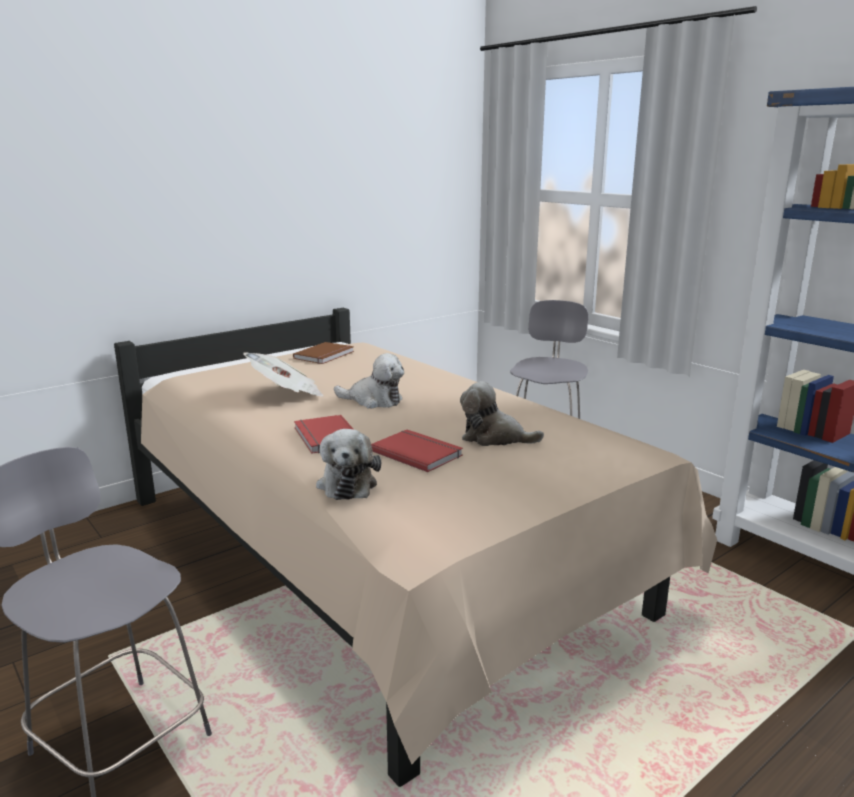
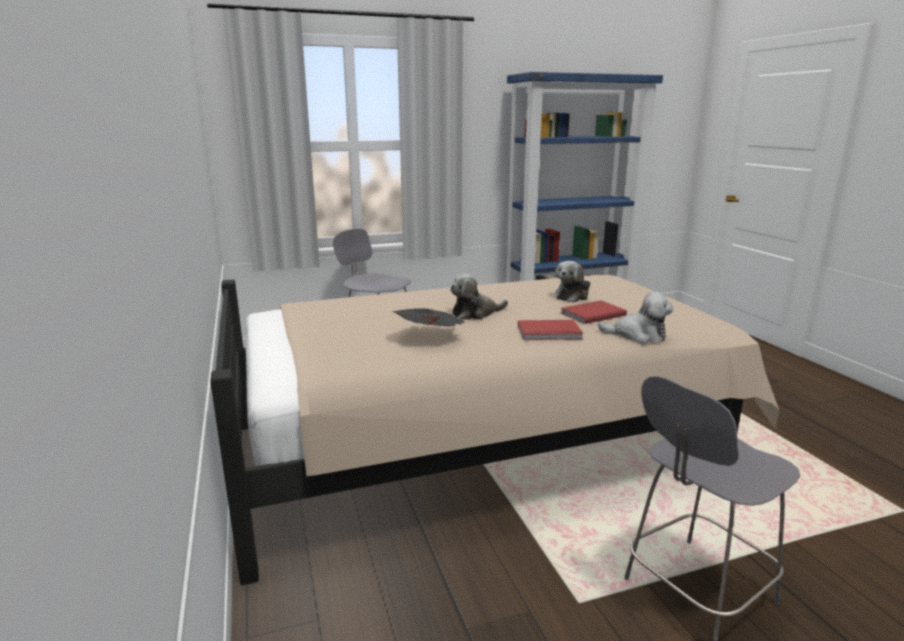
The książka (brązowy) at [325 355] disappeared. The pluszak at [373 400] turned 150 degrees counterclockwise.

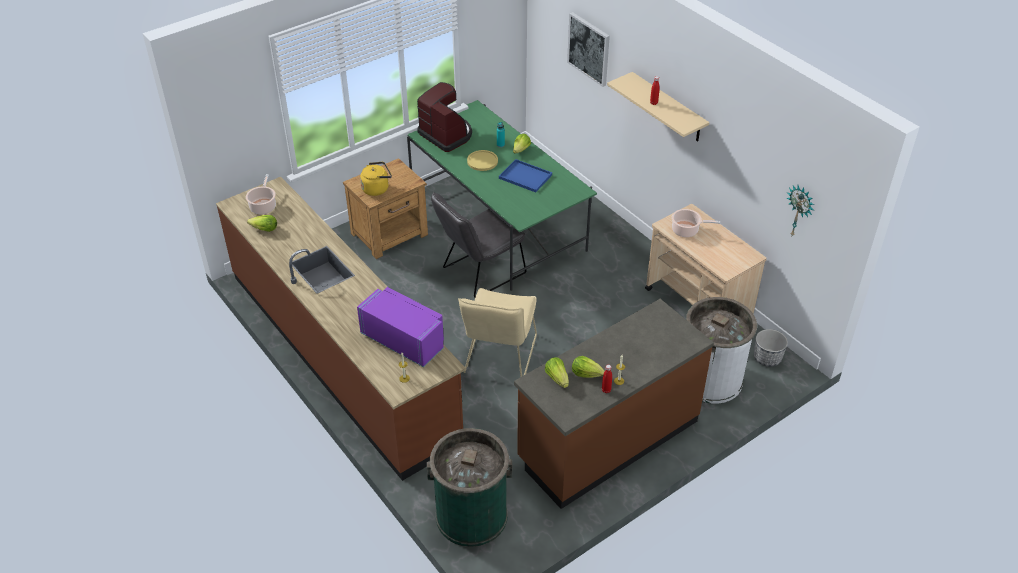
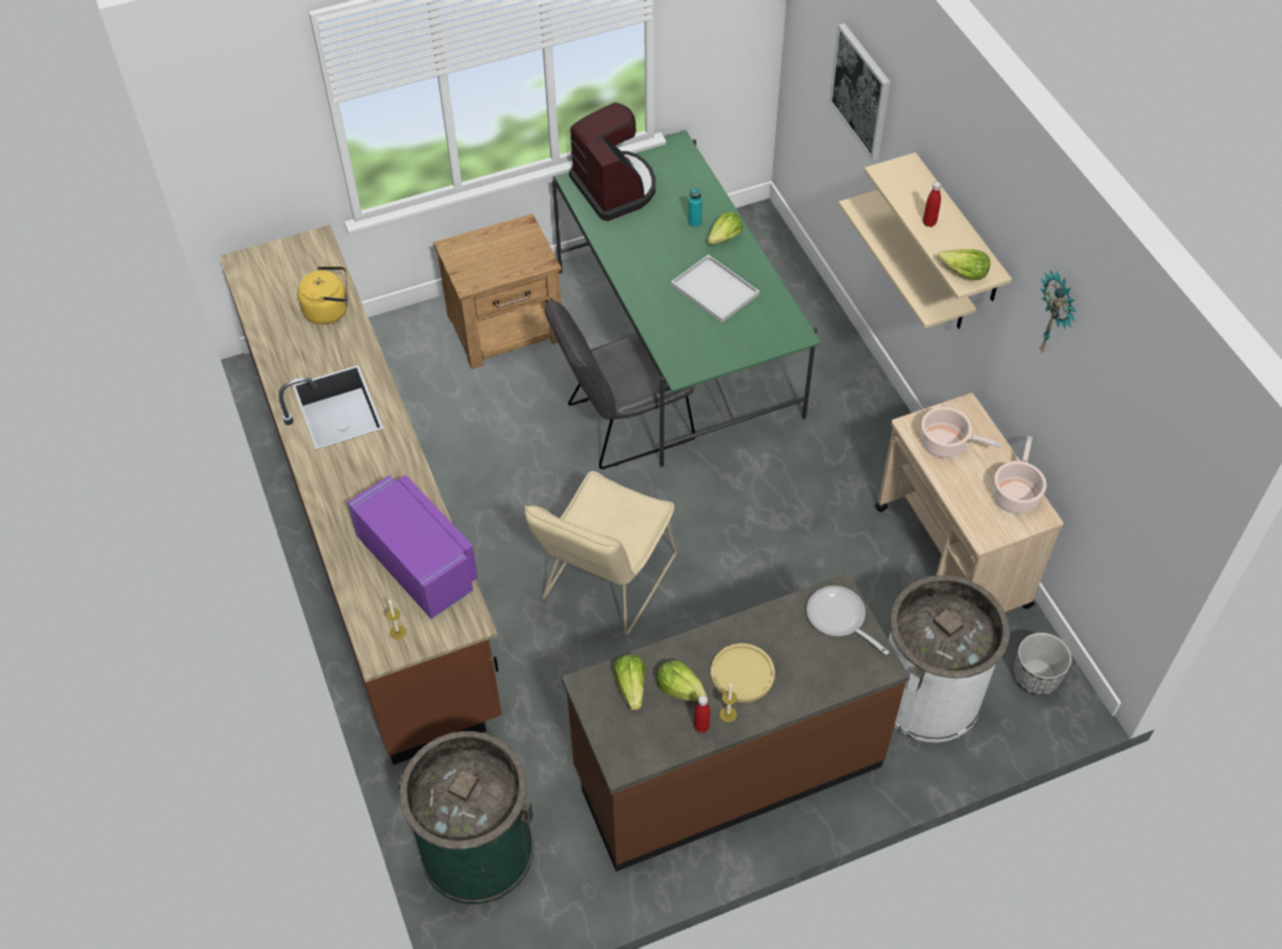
The garnek moved from [263 206] to [1015 494]. The sałata moved from [264 229] to [963 273]. The czajnik (żółty) moved from [377 188] to [330 310]. The talerz (żółty) moved from [482 161] to [742 674]. The taca (niebieski) at [526 176] became the taca (biały) at [716 290]. The zegar ścienny moved from [799 211] to [1056 315]. The patelnia at [839 619] appeared. The półka (beżowy) at [927 262] appeared.

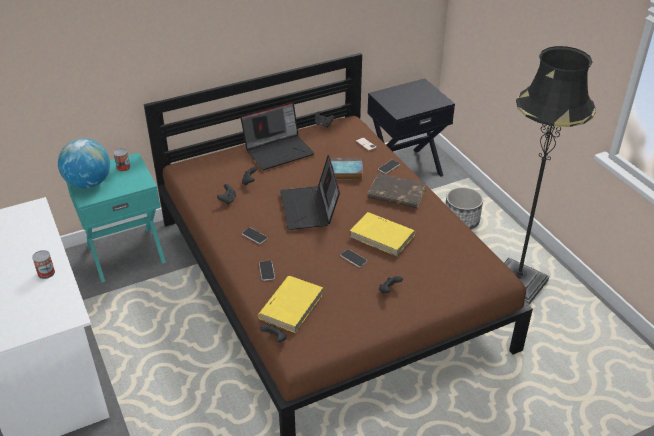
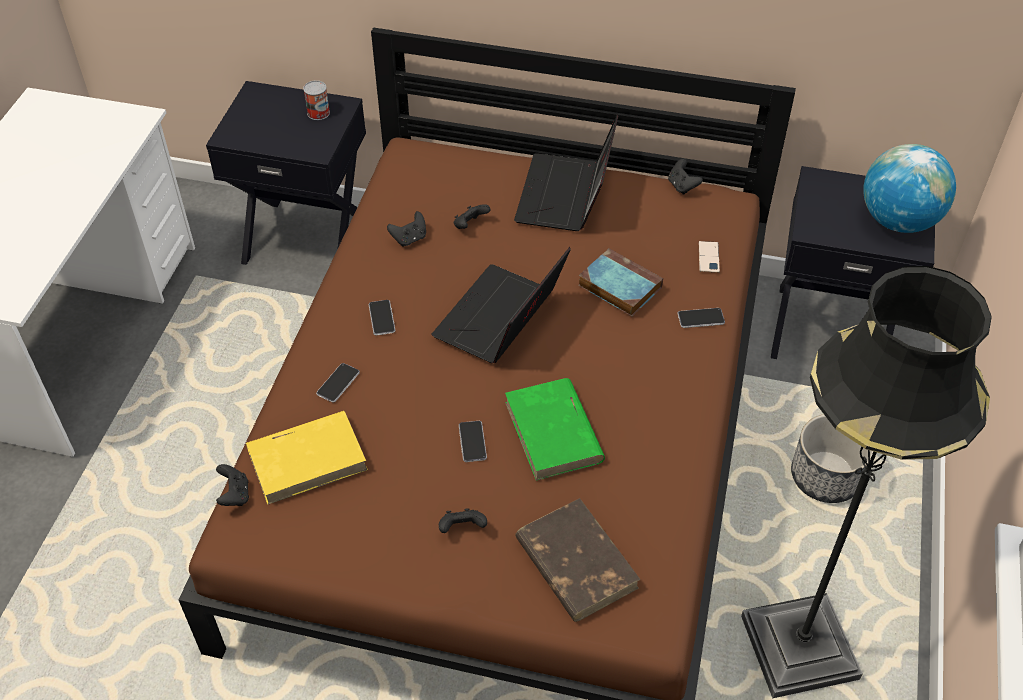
The puszka at [46 273] disappeared. The globus moved from [88 183] to [898 220]. The szafka nocna (turkusowy) at [125 253] became the szafka nocna (czarny) at [307 238]. The laptop at [279 150] turned 90 degrees clockwise. The książka (żółty) at [382 236] became the książka (zielony) at [554 433]. The książka (brązowy) moved from [396 194] to [575 562].

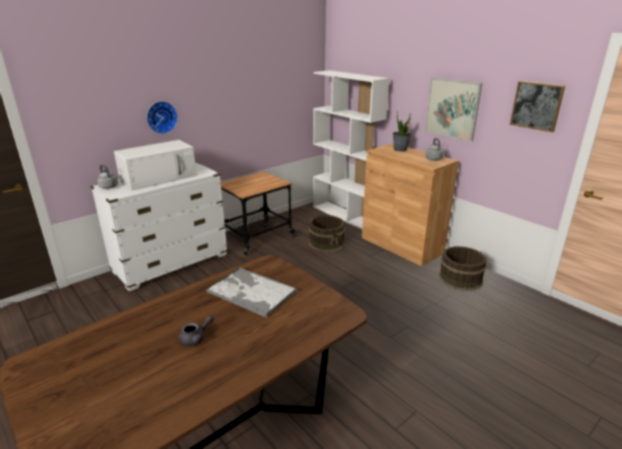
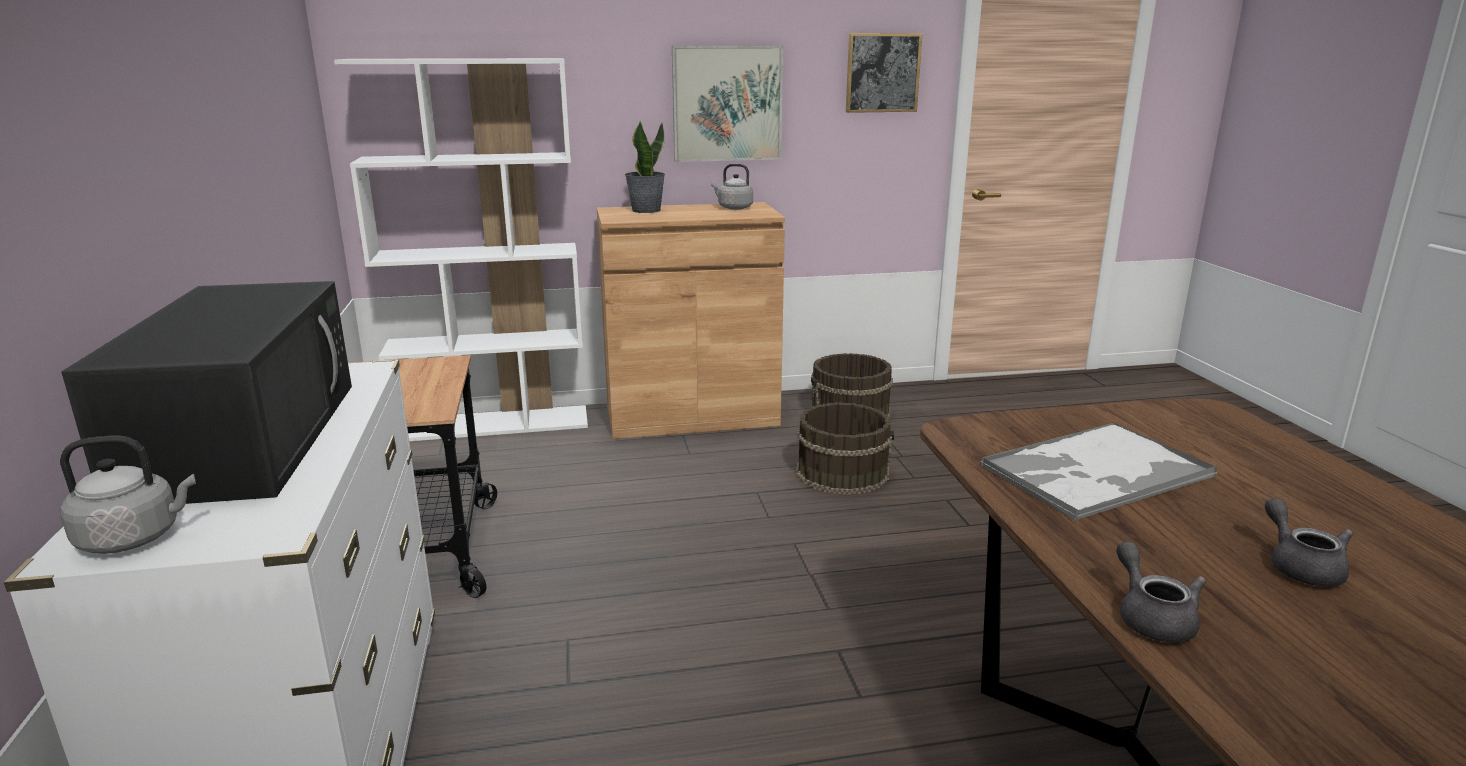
The mikrofalówka (biały) at [159 177] became the mikrofalówka (czarny) at [245 436]. The zegar ścienny at [161 117] disappeared. The wiadro (brązowy) moved from [326 243] to [842 472]. The imbryk (szary) at [1151 617] appeared.

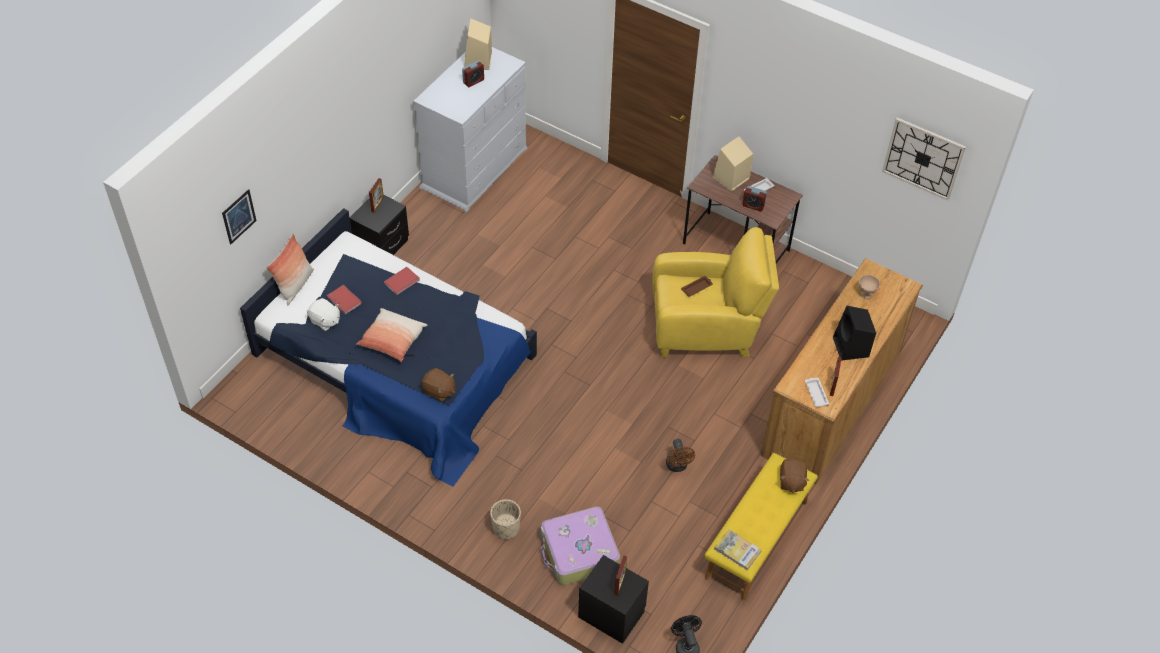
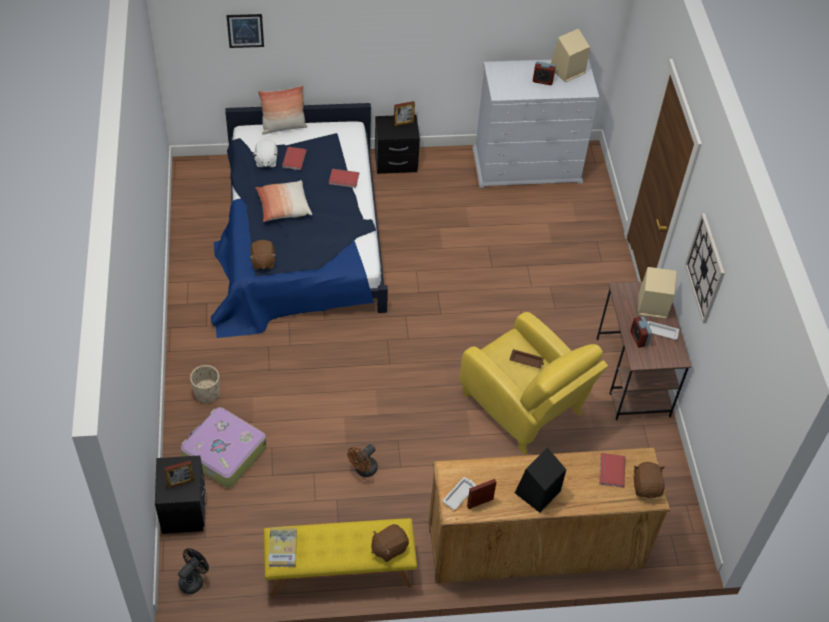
The miska (beżowy) at [866 294] was replaced by the książka (czerwony) at [610 471]. The zegar ścienny moved from [923 158] to [705 268]. The pluszak (brązowy) at [646 487] appeared.

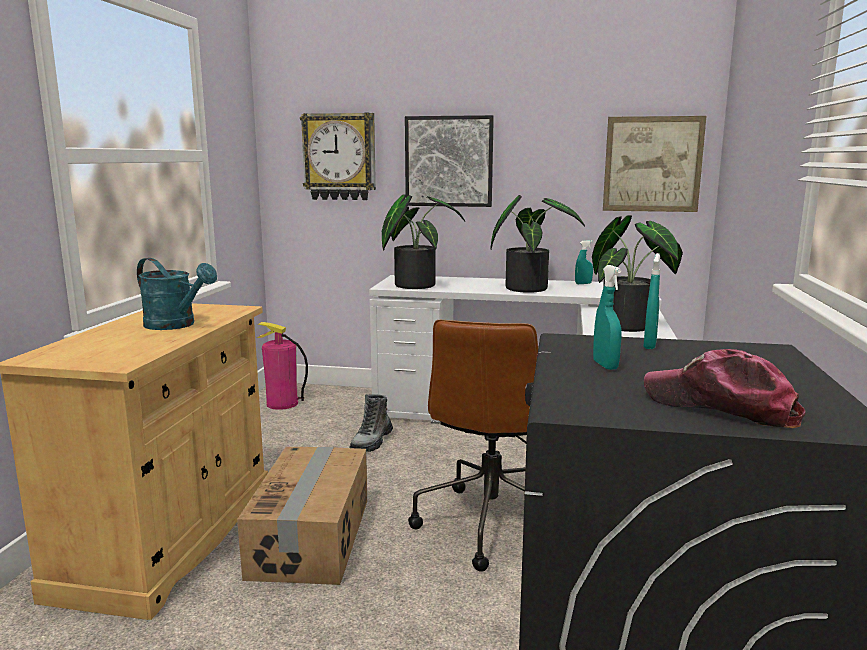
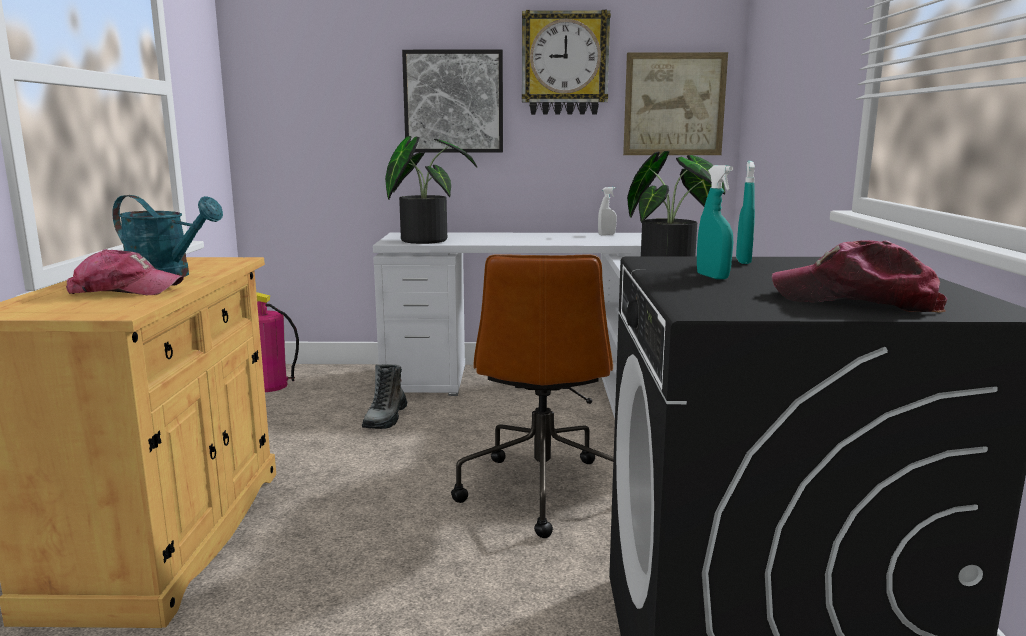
The karton at [312 536] disappeared. The zegar ścienny moved from [339 157] to [564 63]. The roślina doniczkowa at [529 288] disappeared. The spryskiwacz (turkusowy) at [583 283] became the spryskiwacz (biały) at [606 234]. The czapka z daszkiem at [125 290] appeared.

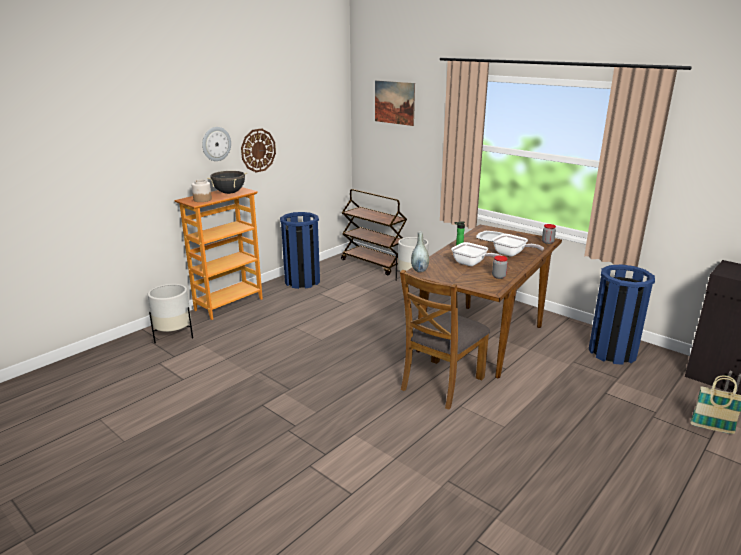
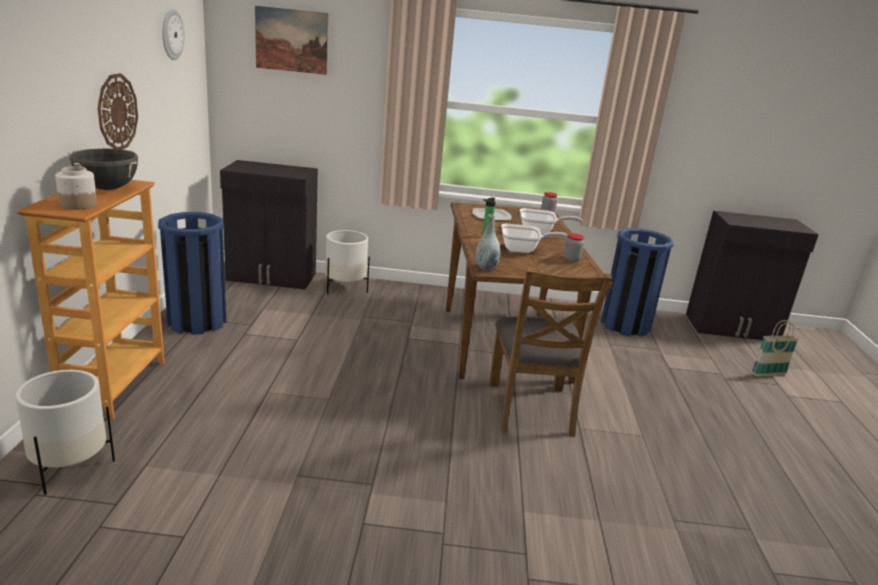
The zegar ścienny moved from [216 144] to [171 34]. The wózek (brązowy) at [374 264] was replaced by the szafka (czarny) at [272 277].

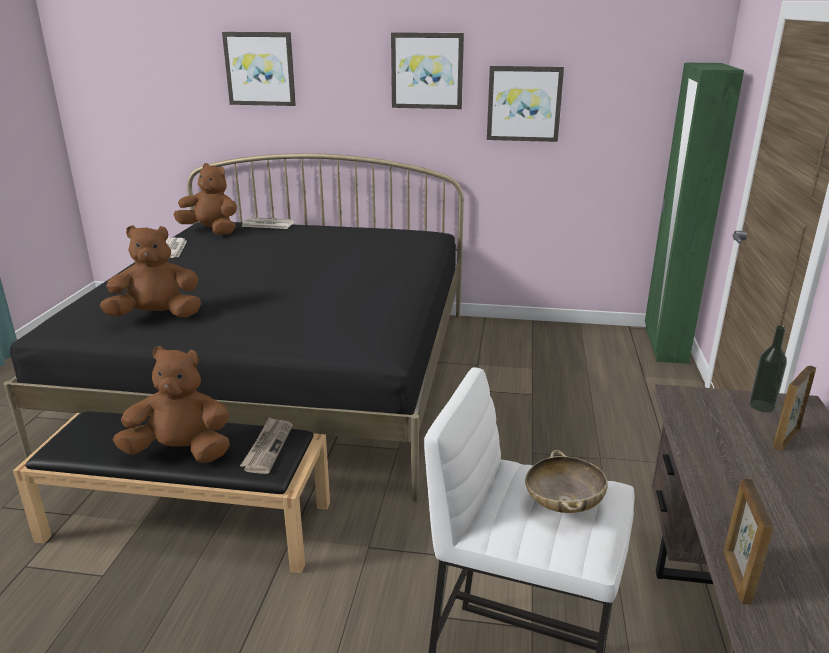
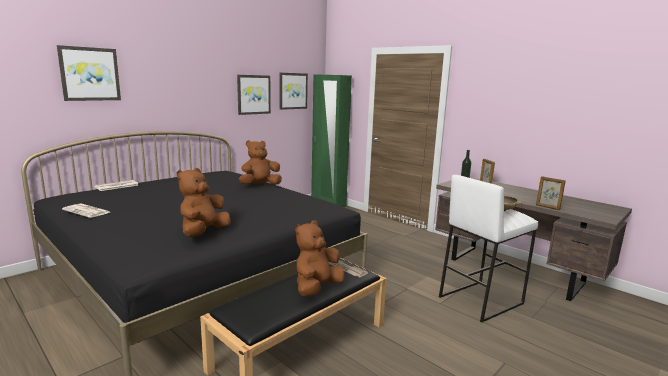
The pluszak (brązowy) moved from [211 231] to [260 185]. The obraz moved from [427 71] to [293 91].

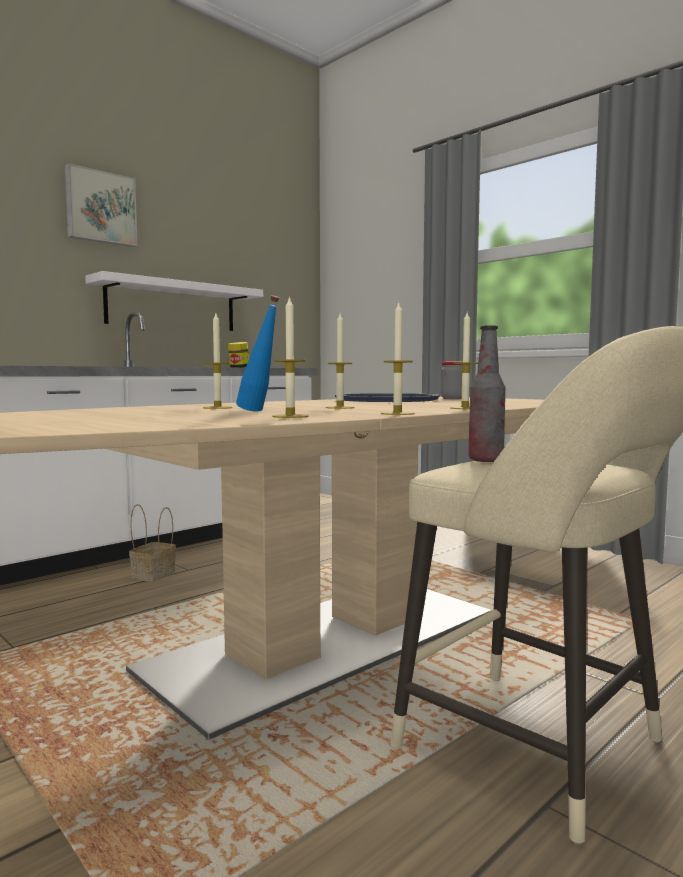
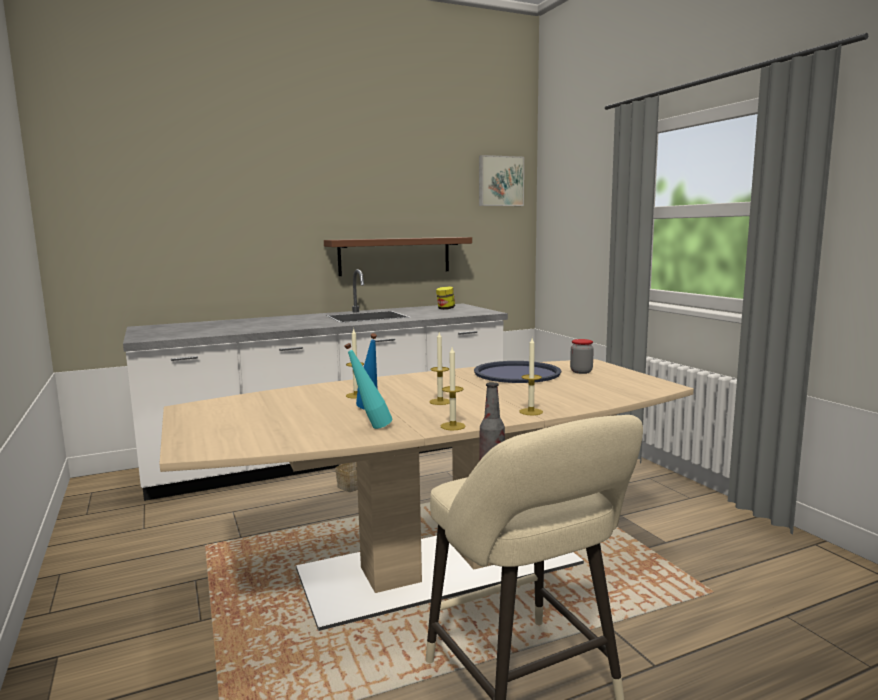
The obraz moved from [100 207] to [500 181]. The półka (biały) at [172 306] became the półka (brązowy) at [394 256]. The świeca at [290 416] was replaced by the butelka (turkusowy) at [370 428].

